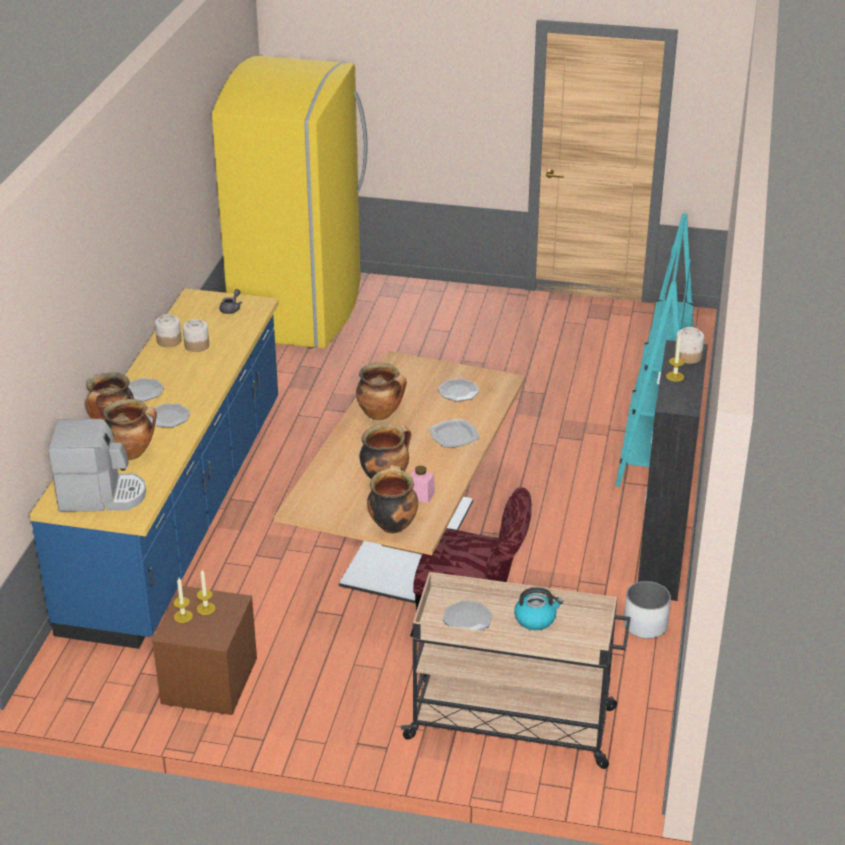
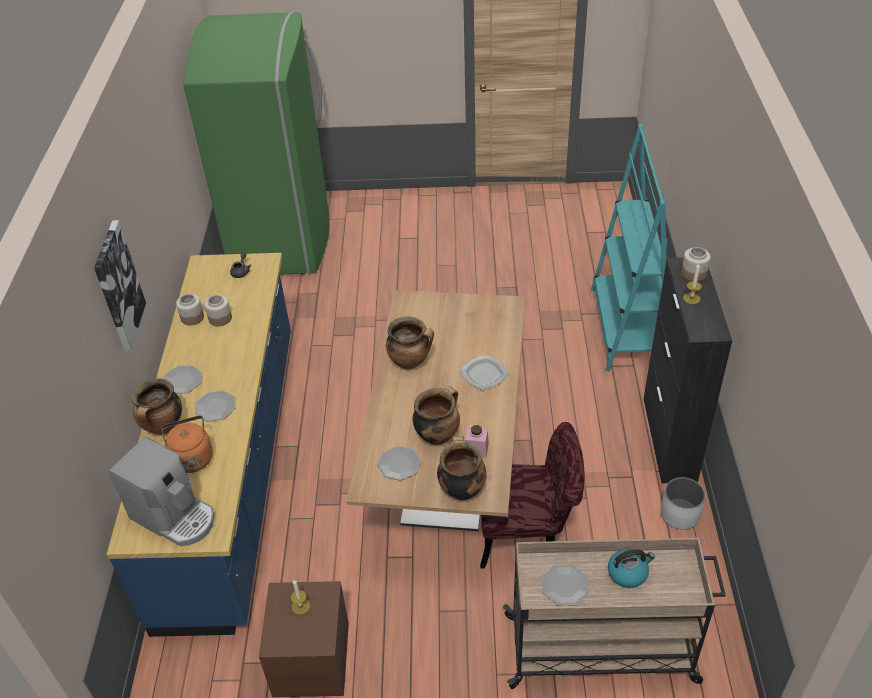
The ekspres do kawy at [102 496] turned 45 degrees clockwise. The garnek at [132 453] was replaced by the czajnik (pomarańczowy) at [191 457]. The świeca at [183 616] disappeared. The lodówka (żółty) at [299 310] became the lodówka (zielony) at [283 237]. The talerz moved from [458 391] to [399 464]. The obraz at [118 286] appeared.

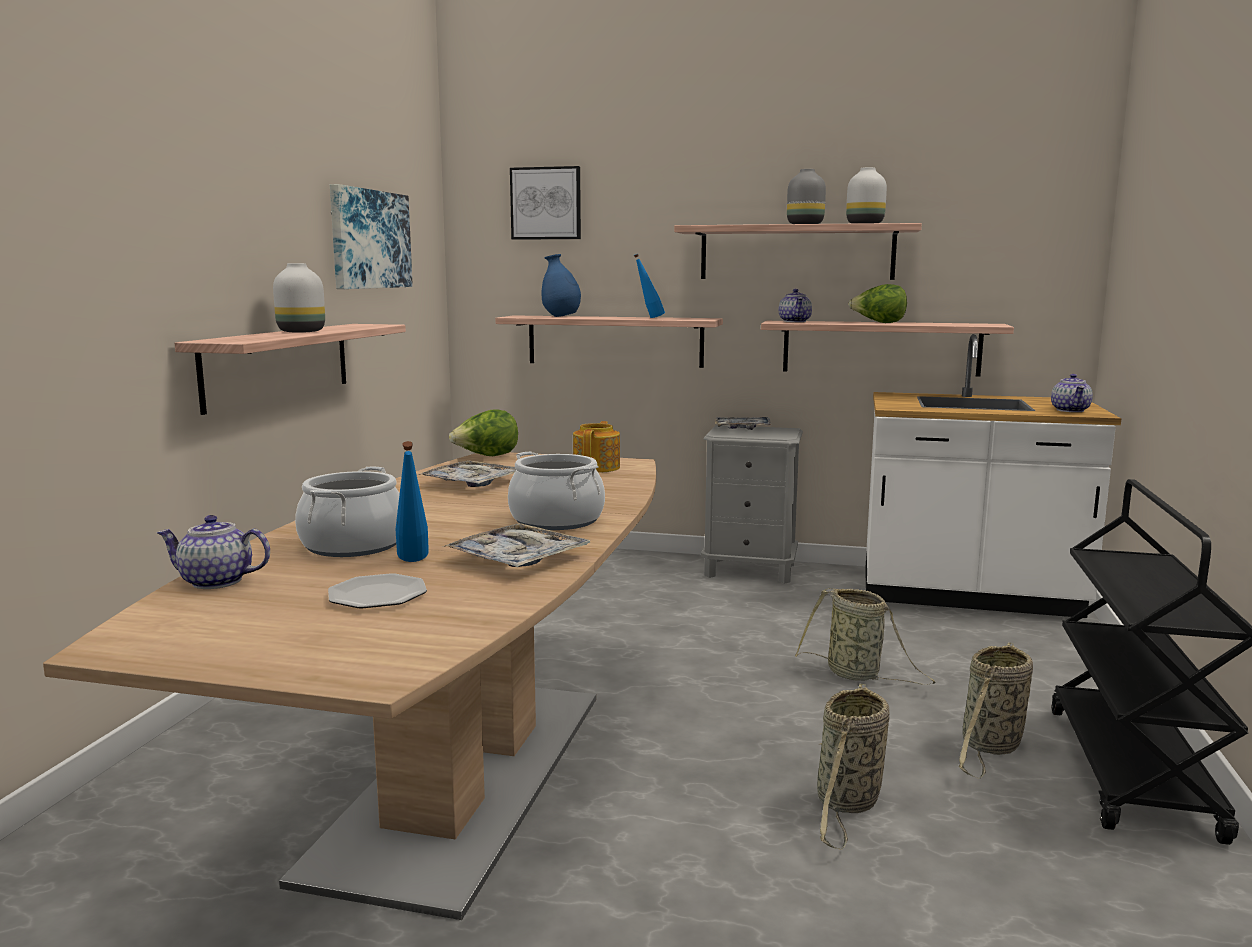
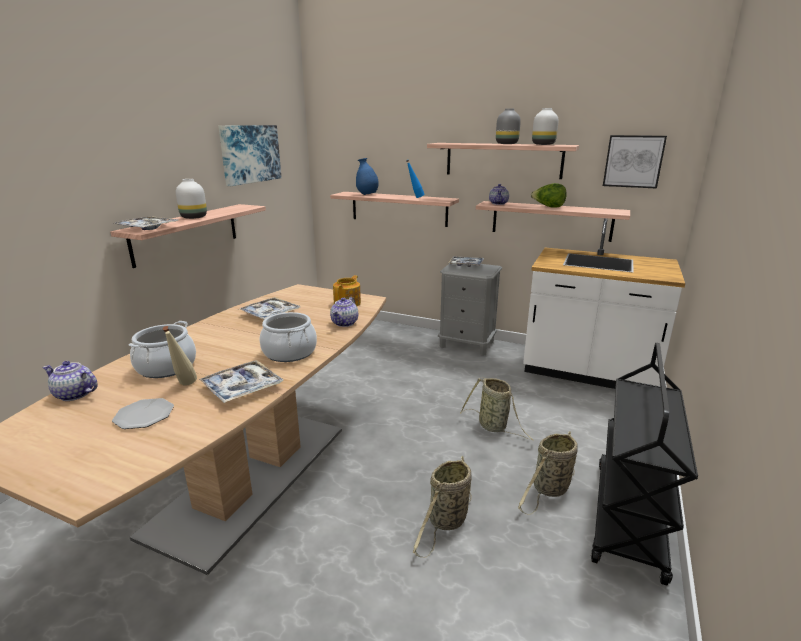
The butelka (niebieski) at [413 563] became the butelka (beżowy) at [184 386]. The sałata at [486 457] disappeared. The obraz moved from [546 203] to [633 161]. The imbryk moved from [1071 410] to [345 323]. The taca at [147 228] appeared.

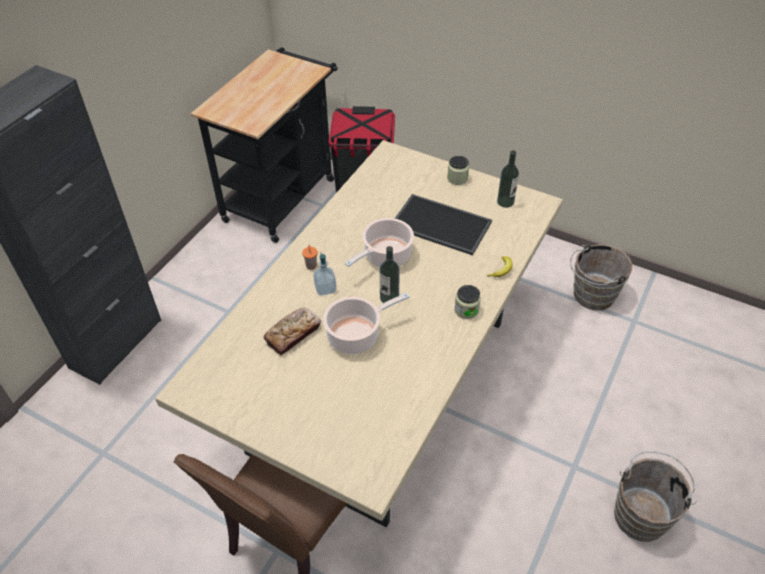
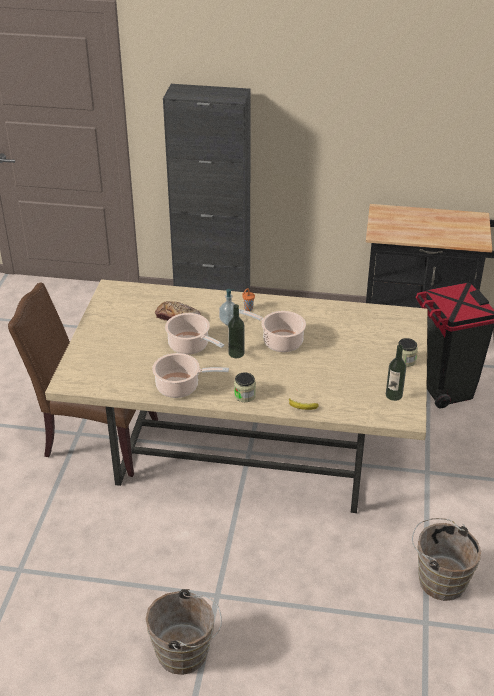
The taca at [439 225] disappeared. The garnek at [180 387] appeared.

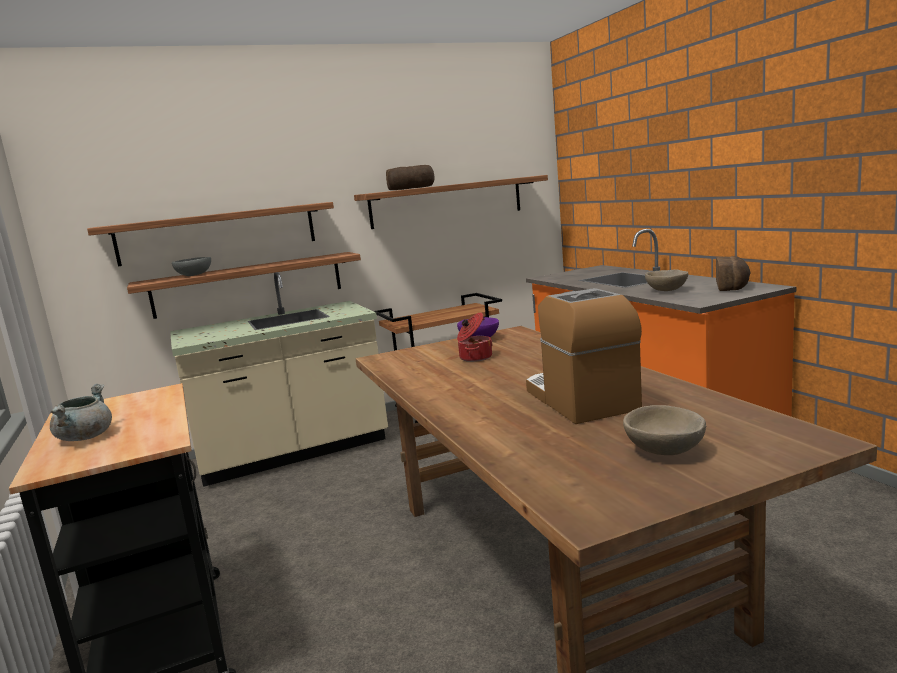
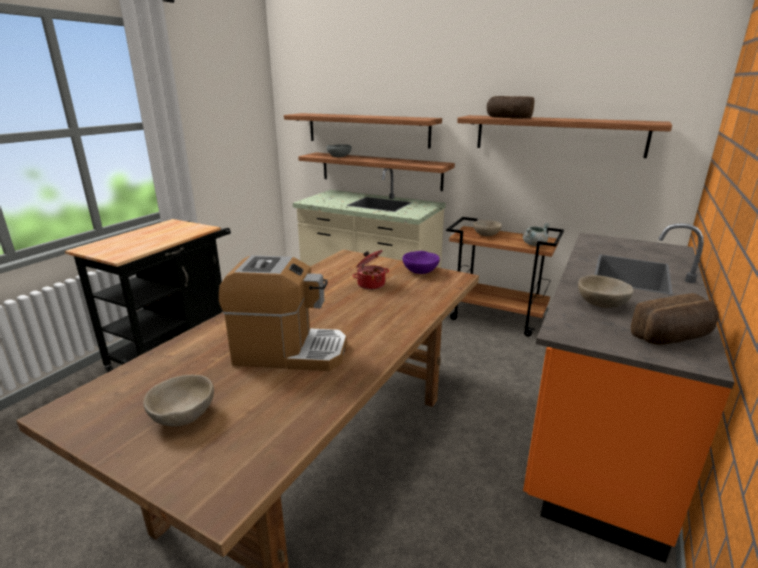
The garnek (szary) moved from [85 437] to [534 244]. The ekspres do kawy at [579 400] turned 60 degrees clockwise. The miska (beżowy) at [486 235] appeared.

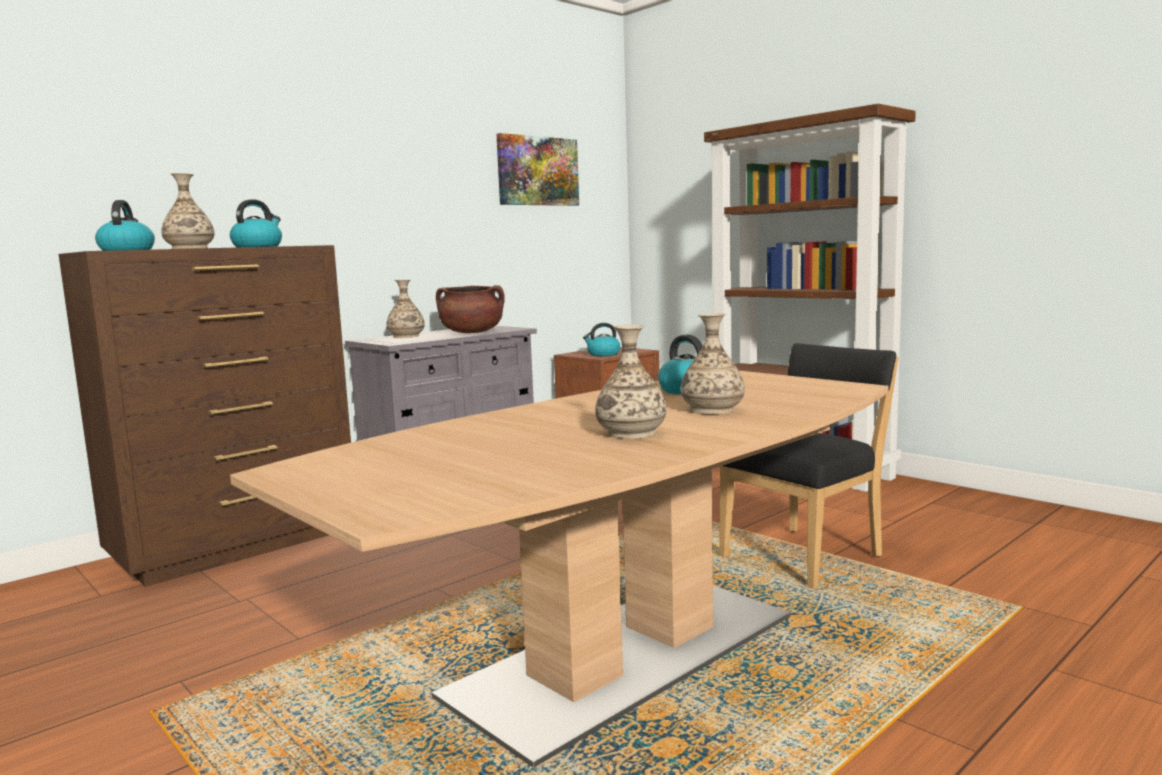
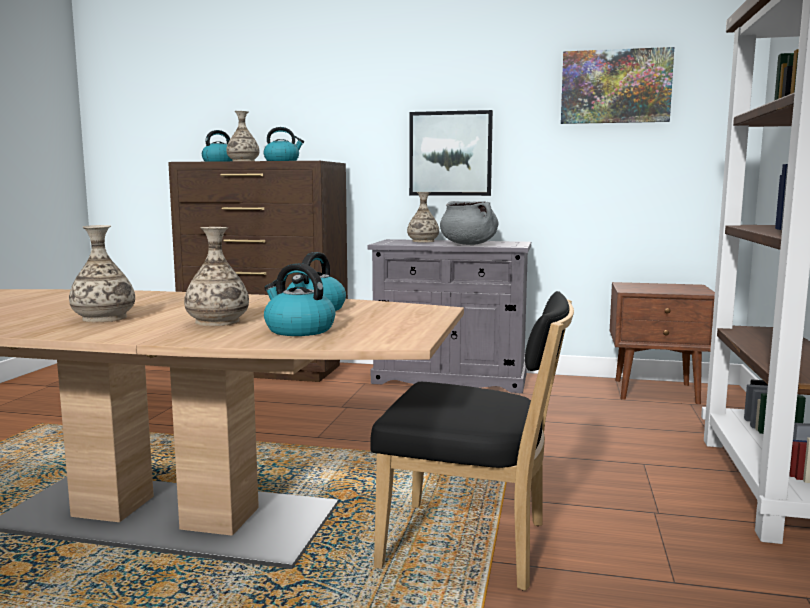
The garnek (brązowy) at [472 332] became the garnek (szary) at [469 244]. The czajnik moved from [603 354] to [298 330]. The obraz at [450 154] appeared.

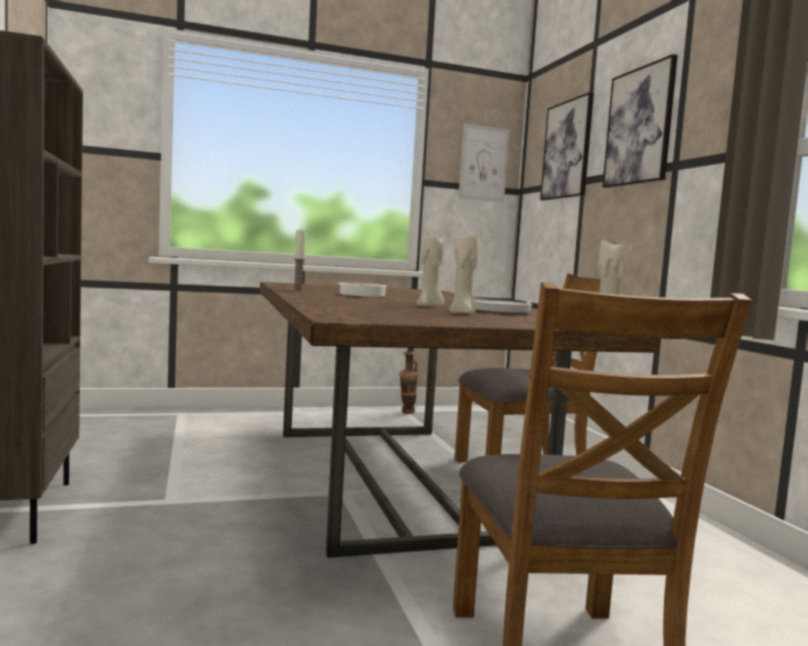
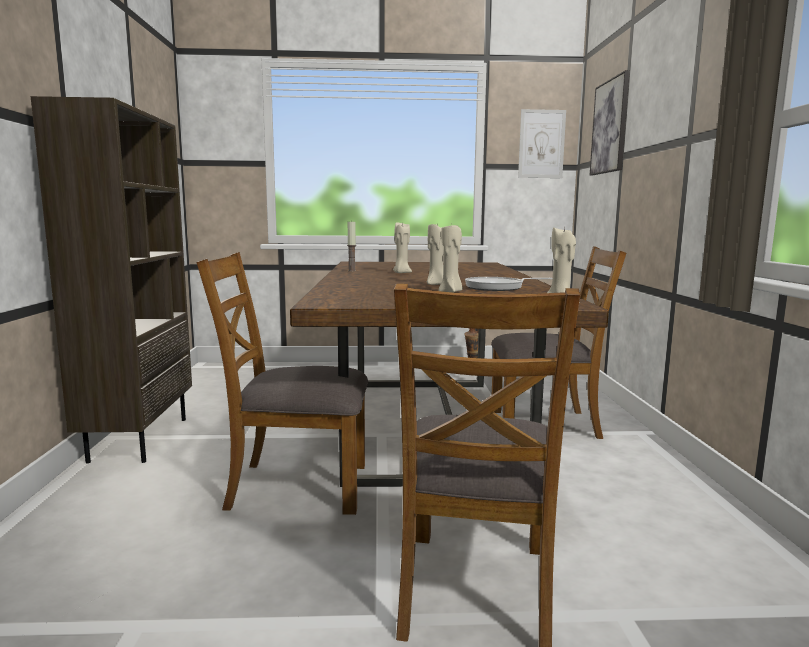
The garnek at [362 295] was replaced by the świeca (beżowy) at [401 273]. The obraz at [639 126] disappeared. The krzesło (brązowy) at [297 486] appeared.

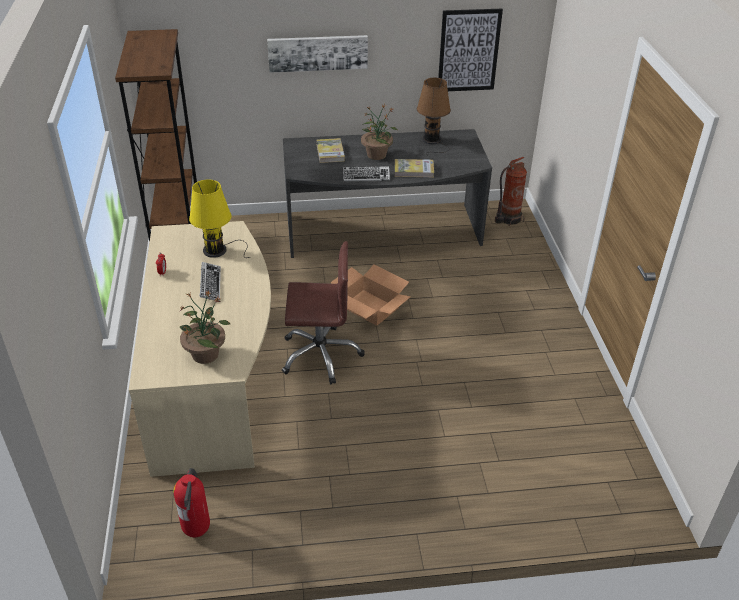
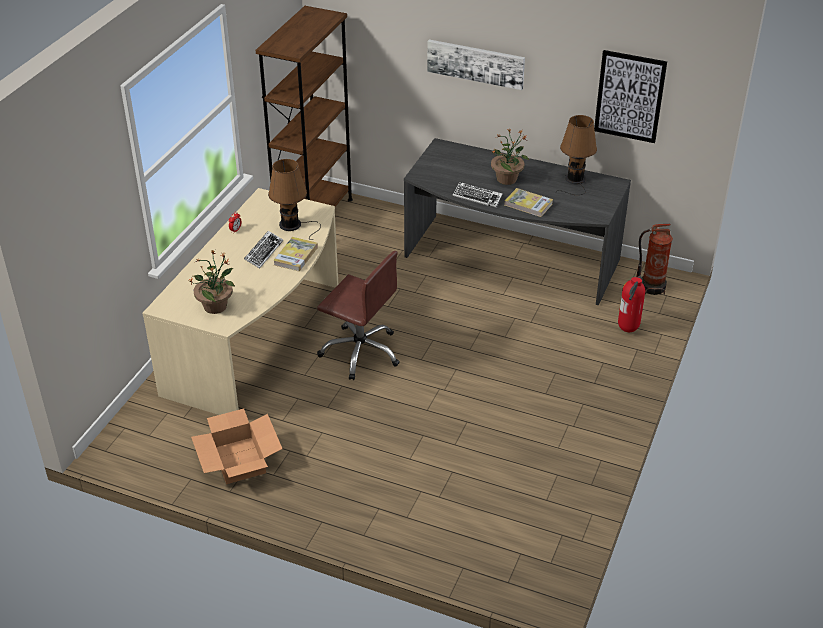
The gaśnica moved from [198 531] to [628 330]. The lampa stołowa (żółty) at [218 250] became the lampa stołowa (brązowy) at [292 225]. The książka moved from [330 152] to [296 256]. The karton moved from [370 307] to [239 460].

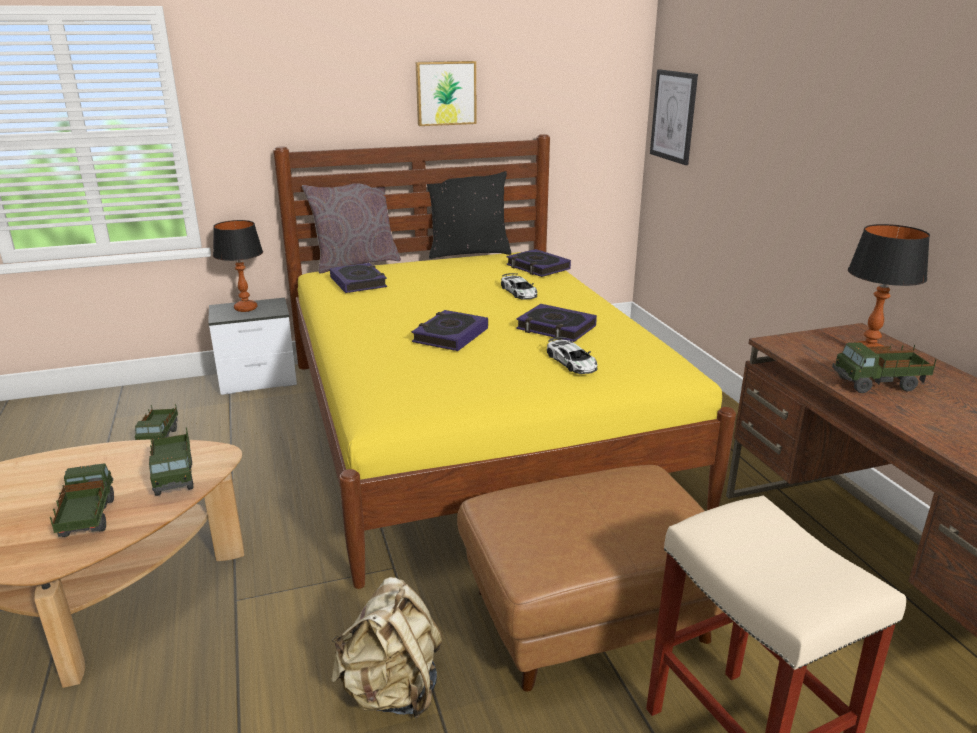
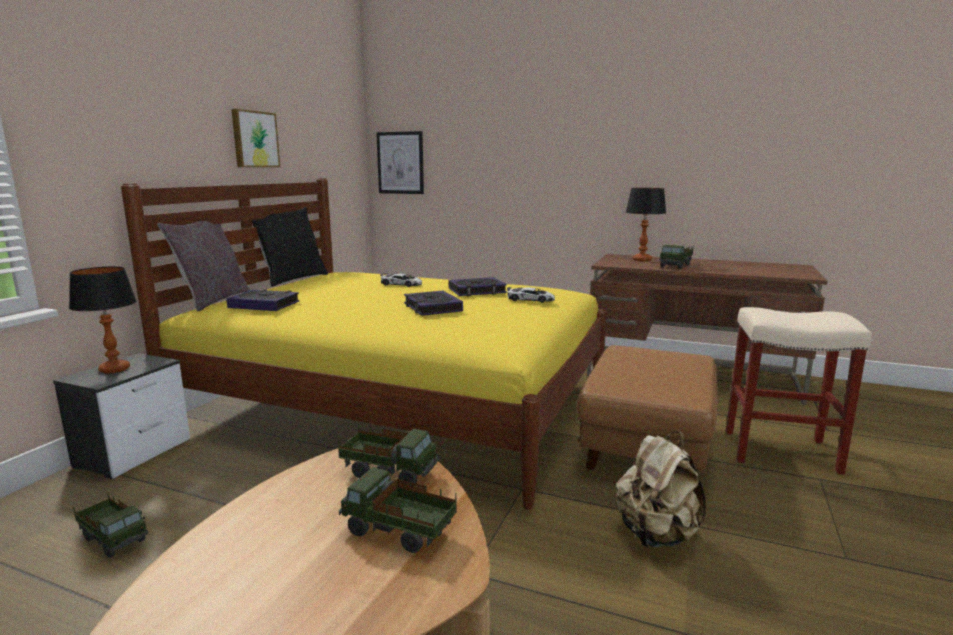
The książka at [537 267] disappeared.

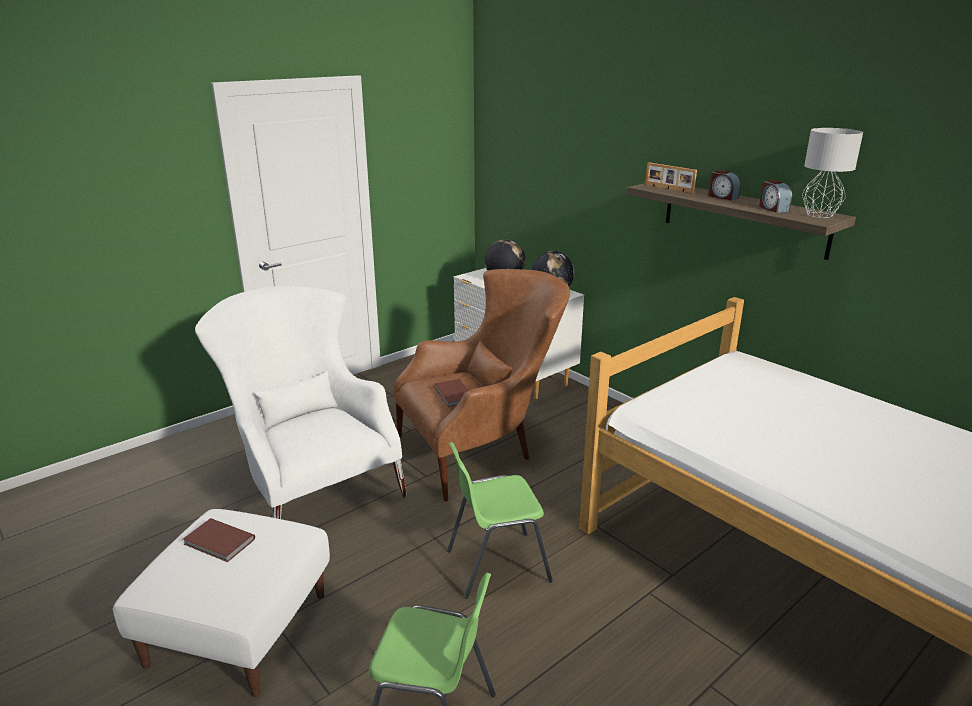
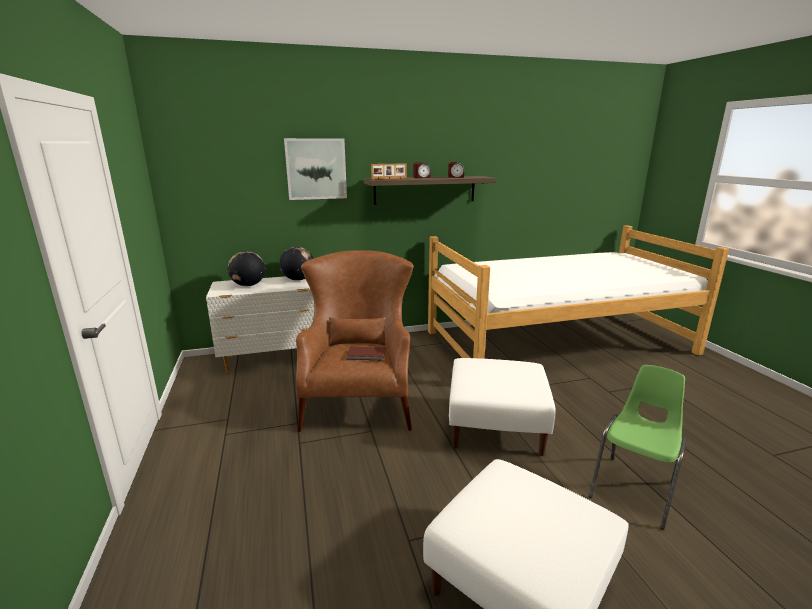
The książka (brązowy) at [219 543] disappeared. The fotel (biały) at [310 486] disappeared. The krzesło (zielony) at [496 565] was replaced by the pufa (biały) at [495 427]. The lampa stołowa (szary) at [818 215] disappeared. The obraz at [316 169] appeared.

